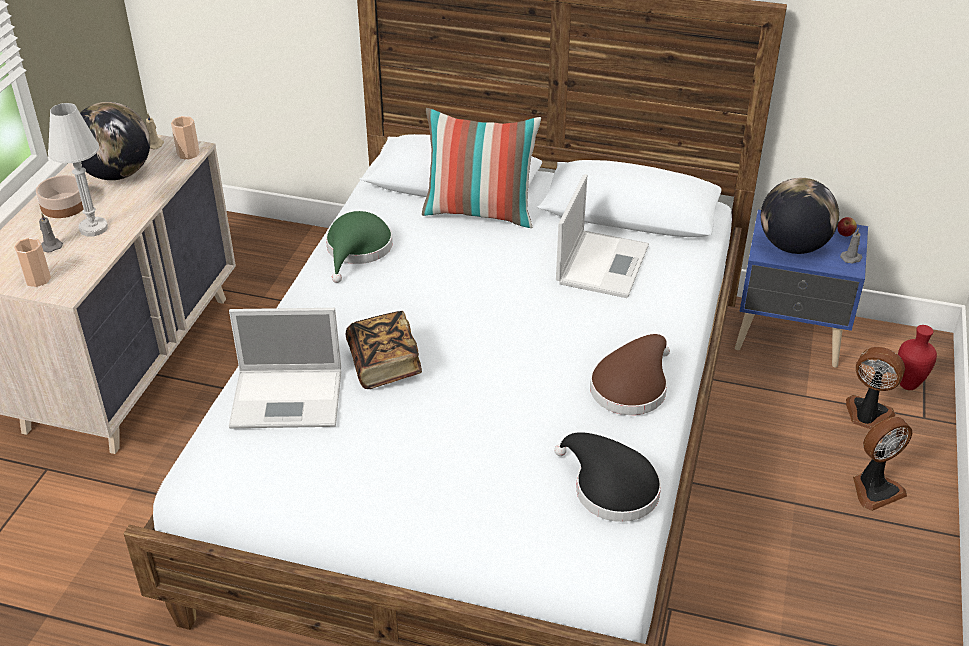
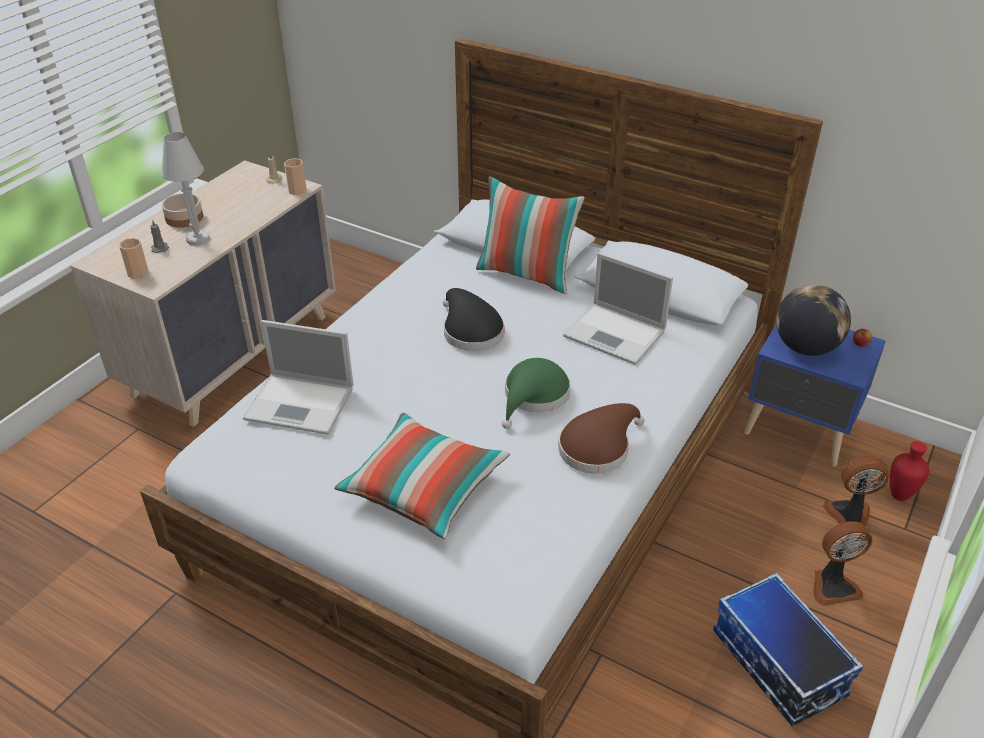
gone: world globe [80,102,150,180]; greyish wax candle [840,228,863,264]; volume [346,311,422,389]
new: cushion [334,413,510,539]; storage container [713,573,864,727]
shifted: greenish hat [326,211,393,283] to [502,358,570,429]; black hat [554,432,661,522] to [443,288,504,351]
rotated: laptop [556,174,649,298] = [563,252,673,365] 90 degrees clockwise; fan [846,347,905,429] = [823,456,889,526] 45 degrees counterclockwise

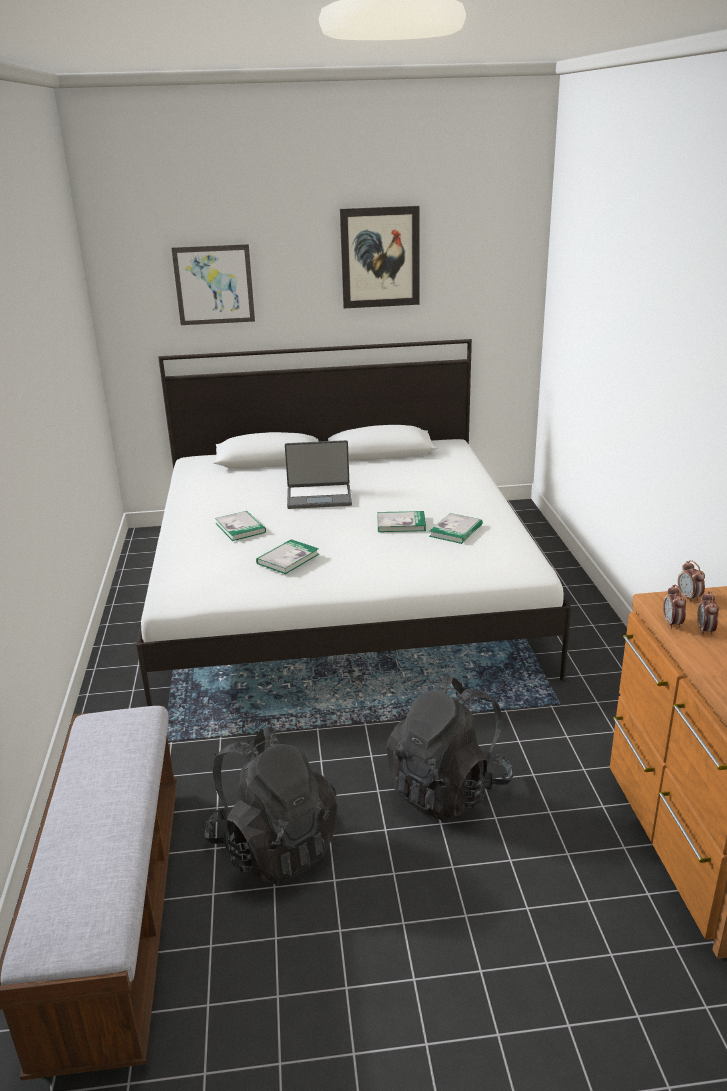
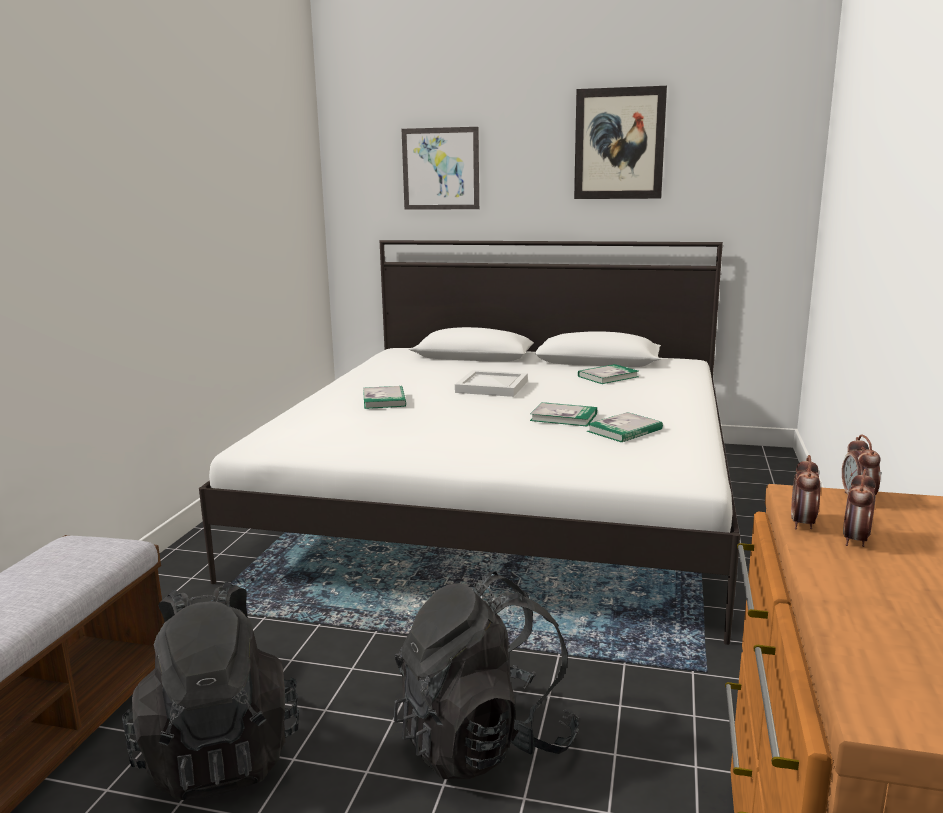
shifted: volume [256,539,319,574] to [578,364,639,384]
swapped: laptop [285,440,352,509] to white carrying tray [455,370,528,397]

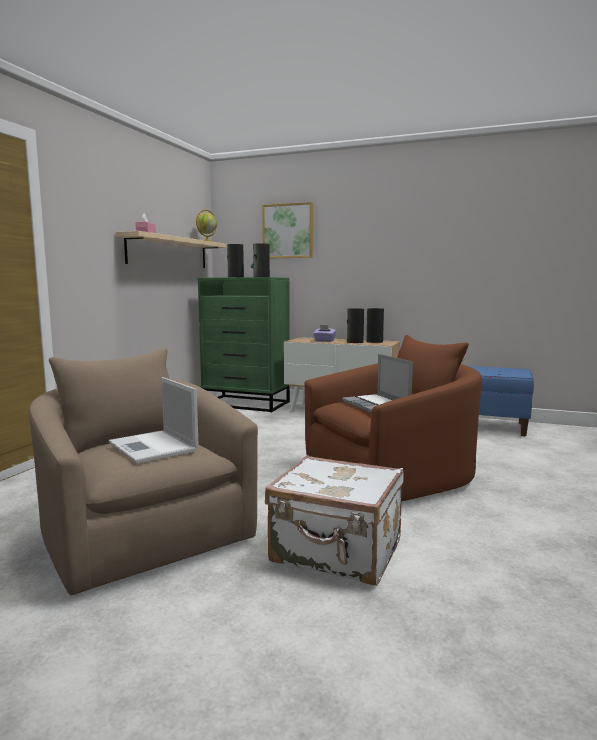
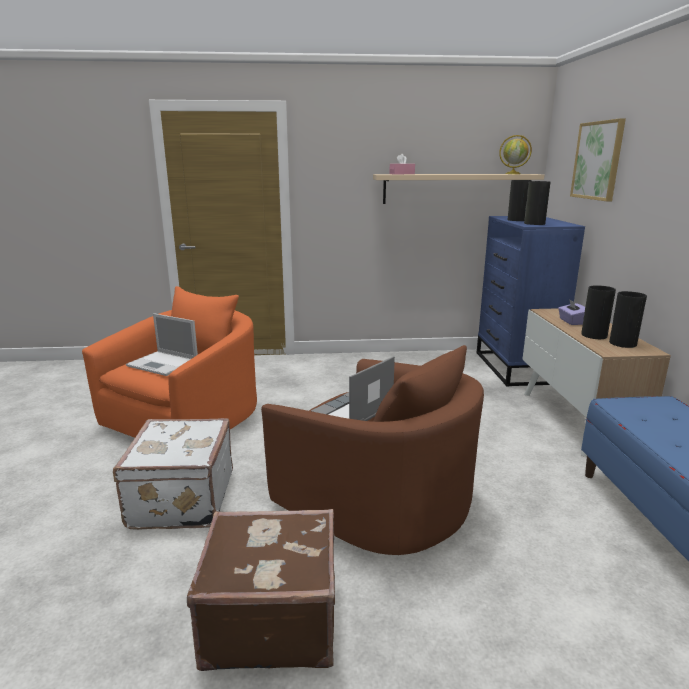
new: brown-coloured suitcase [187,509,335,671]
repainted: greenish chest of drawers [197,277,290,412] to bluish chest of drawers [477,216,585,387]; sand-coloured armchair [29,348,258,595] to orangey armchair [82,286,257,438]
rotated: laptop [109,377,199,464] = [126,313,198,376] 90 degrees counterclockwise

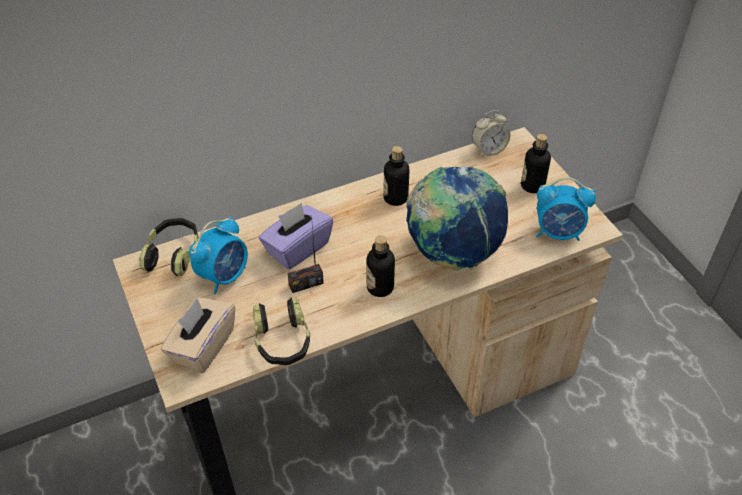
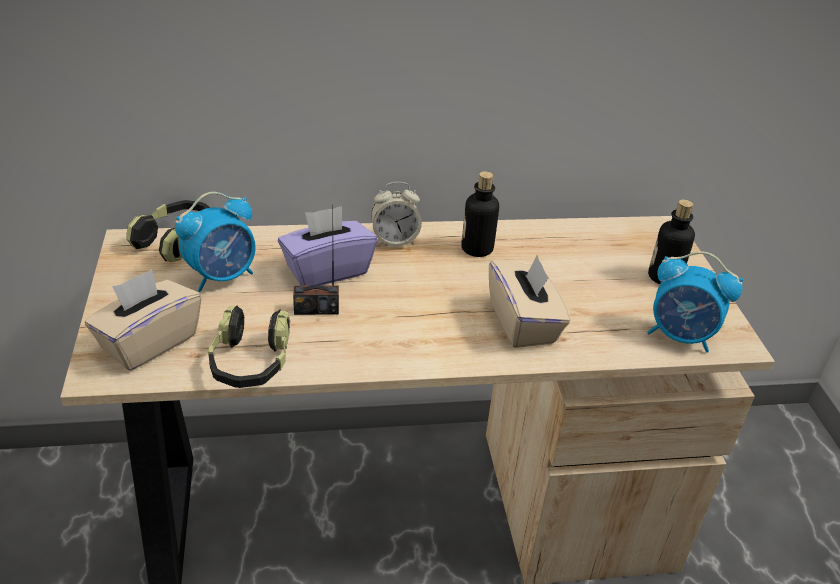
gone: beverage bottle [366,235,395,297]
shifted: table clock [472,110,511,157] to [371,182,422,247]
swapped: world globe [406,166,508,270] to sand-coloured tissue holder [489,254,571,348]

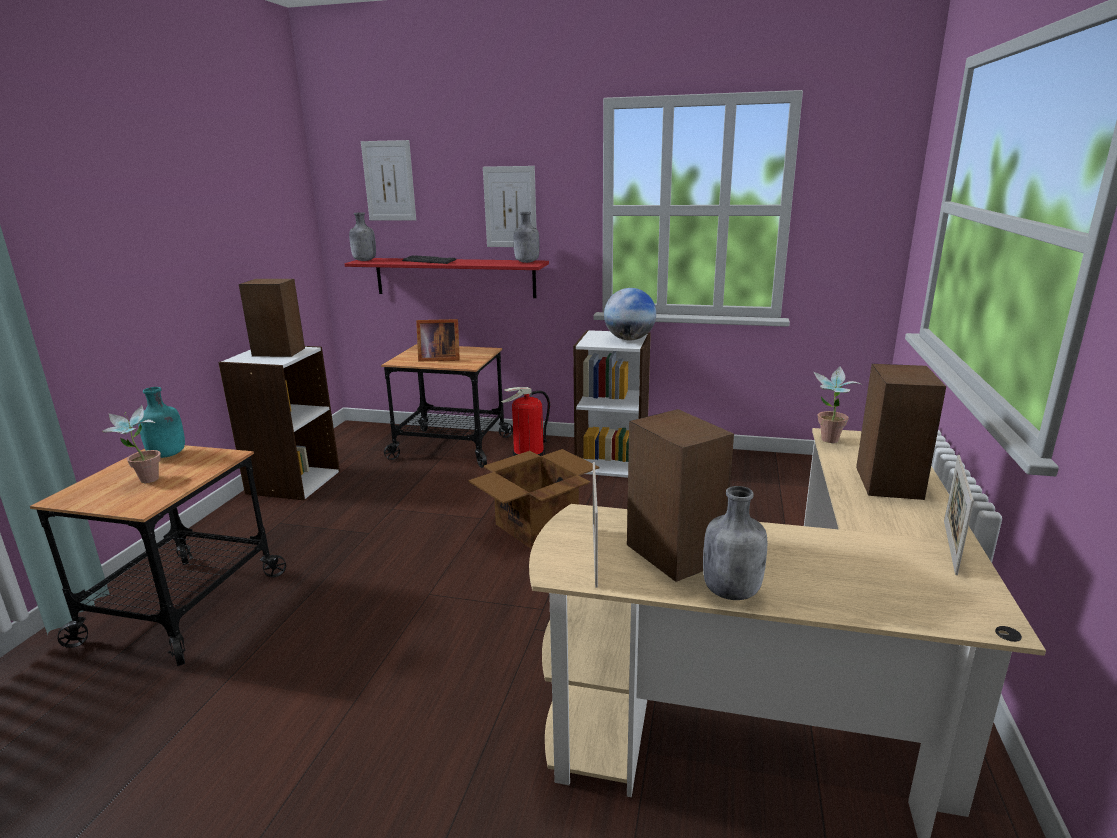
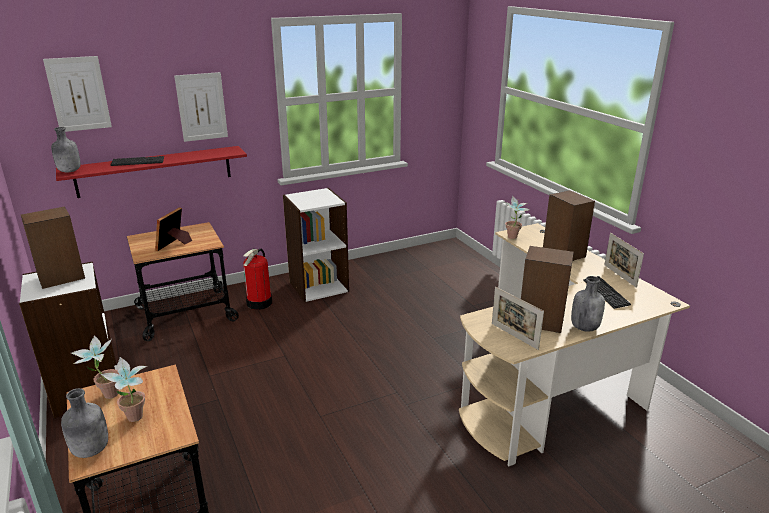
gone: world globe [604,288,656,340]; packing box [469,449,600,549]
new: computer keyboard [583,276,631,309]
shifted: greyish beverage bottle [513,212,540,263] to [61,388,108,458]
swapped: blue-green beverage bottle [138,387,185,458] to potted plant [71,336,120,399]
rotated: picture frame [416,319,460,362] = [155,207,192,251] 150 degrees clockwise

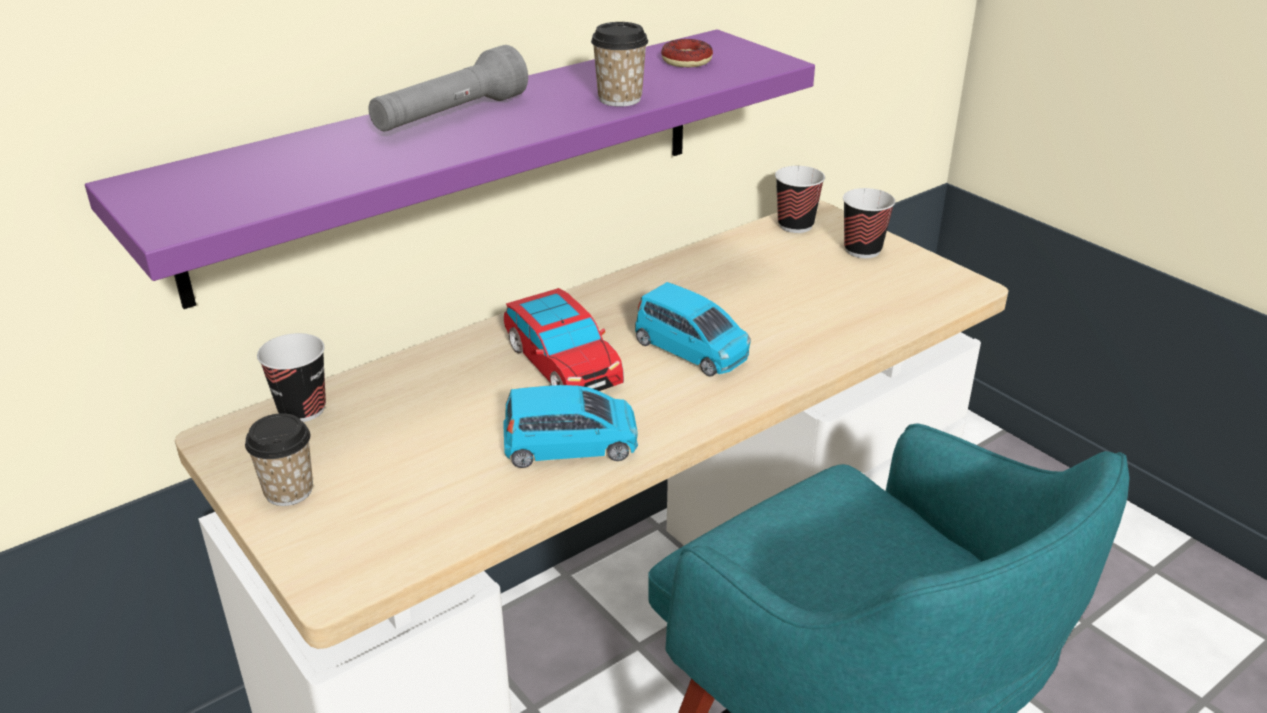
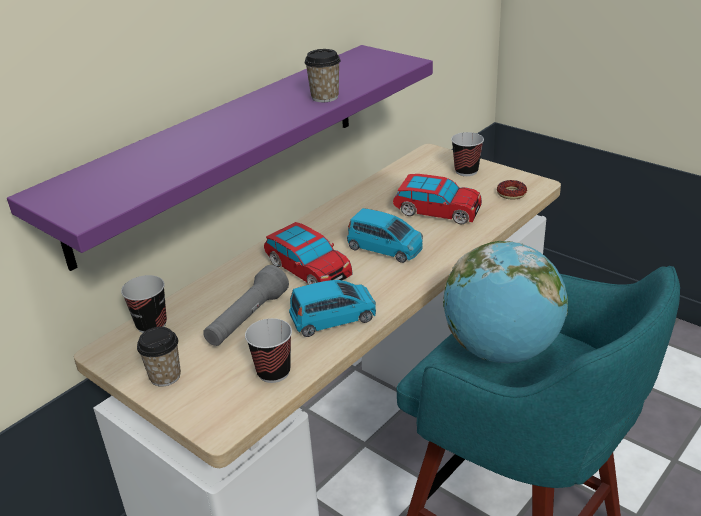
new: model car [393,174,482,224]; world globe [443,241,568,363]
shifted: ring doughnut [661,39,713,67] to [497,180,527,200]; greyish hand torch [368,45,528,131] to [203,265,289,346]; small cup [775,166,825,233] to [245,318,292,383]

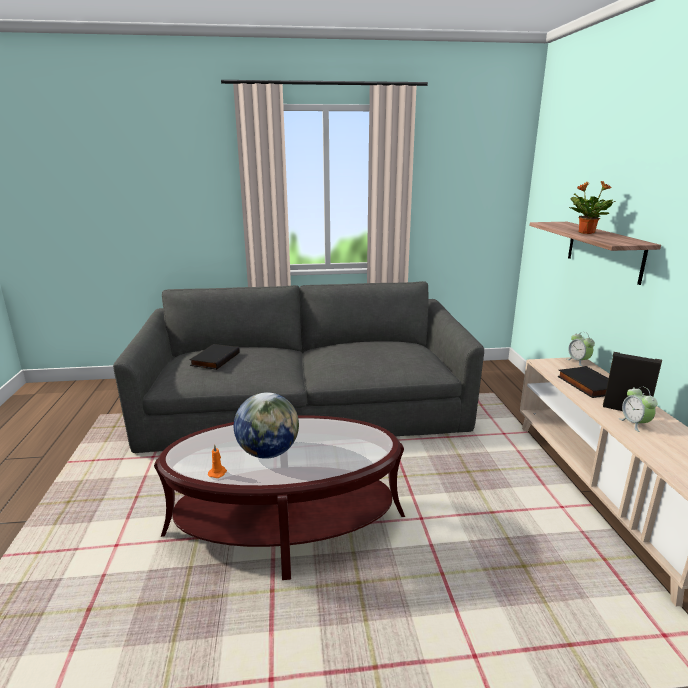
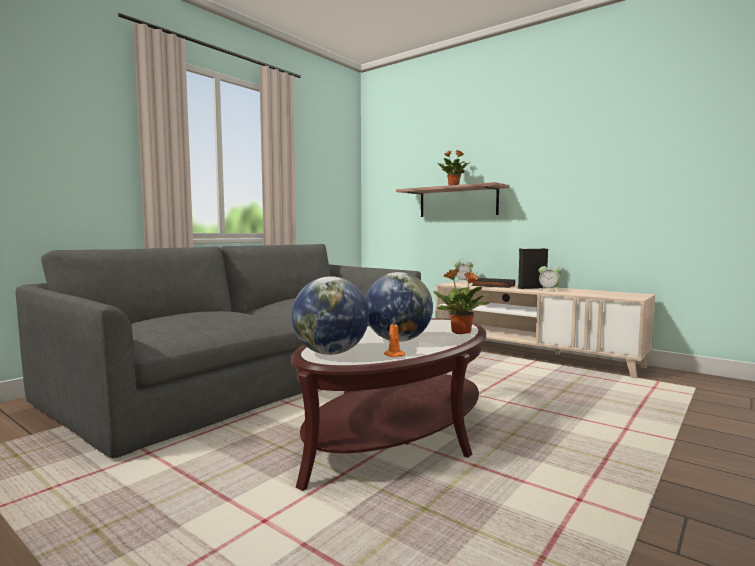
gone: black volume [189,344,240,370]
new: potted plant [433,269,491,334]; world globe [292,276,369,355]

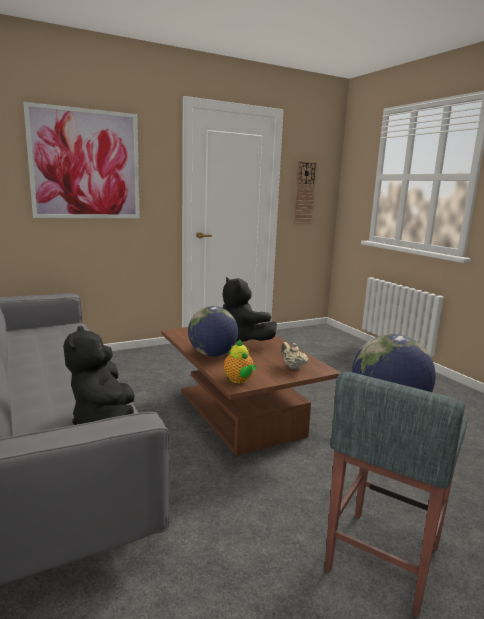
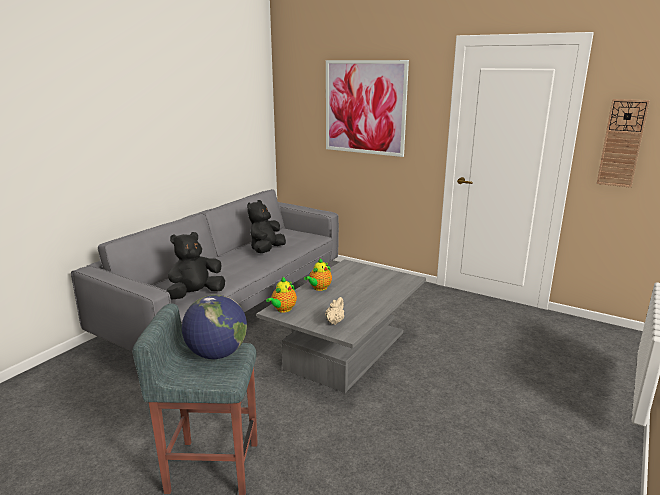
shifted: black soft toy [222,277,277,342] to [247,200,286,253]
swapped: world globe [188,306,238,357] to teapot [304,258,332,291]
repainted: brown-coloured low table [161,327,340,456] to greyish low table [257,259,426,393]

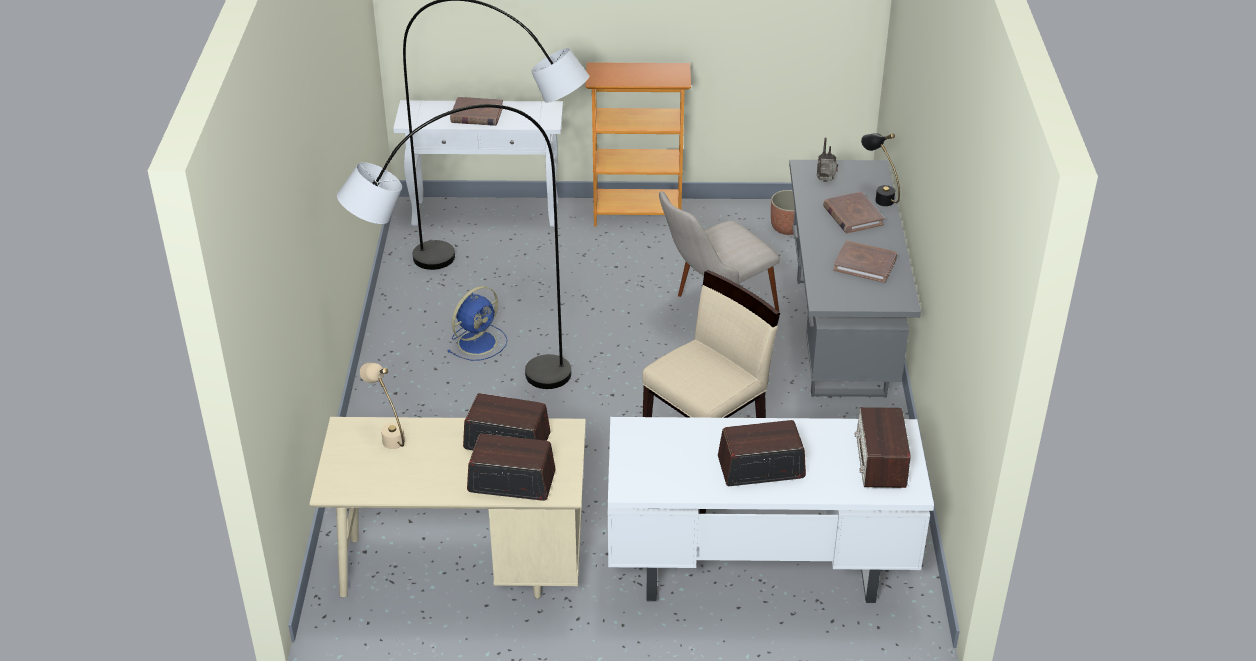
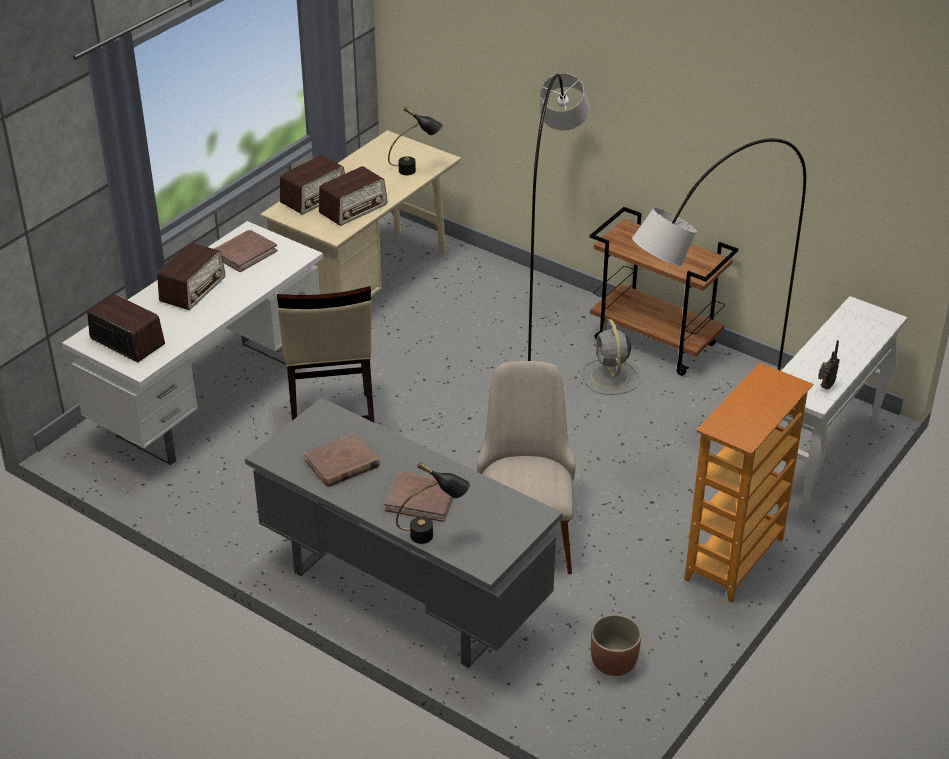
new: brown-coloured trolley [590,207,739,376]
shifted: brown-coloured volume [450,97,503,126] to [214,230,278,272]; radio receiver [817,138,838,182] to [818,340,839,390]
repainted: bluish fan [447,286,507,361] to greyish fan [582,319,640,395]; sand-coloured lamp for a table [360,363,405,449] to black lamp for a table [388,107,443,175]

